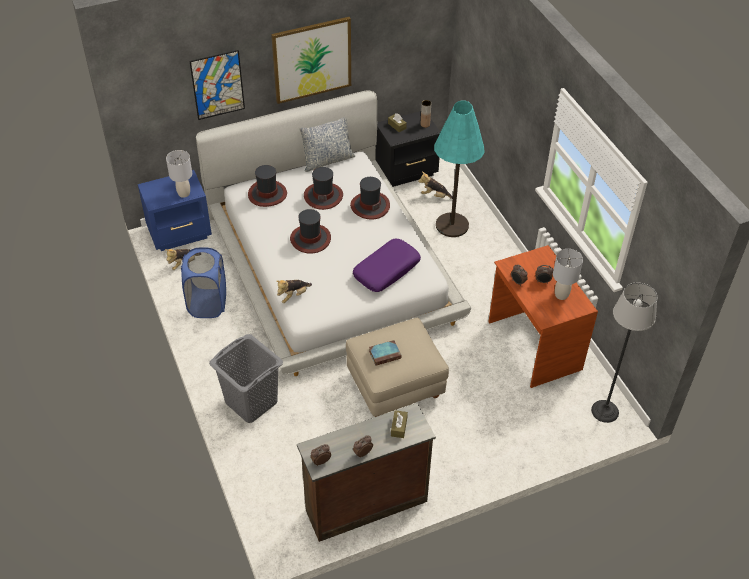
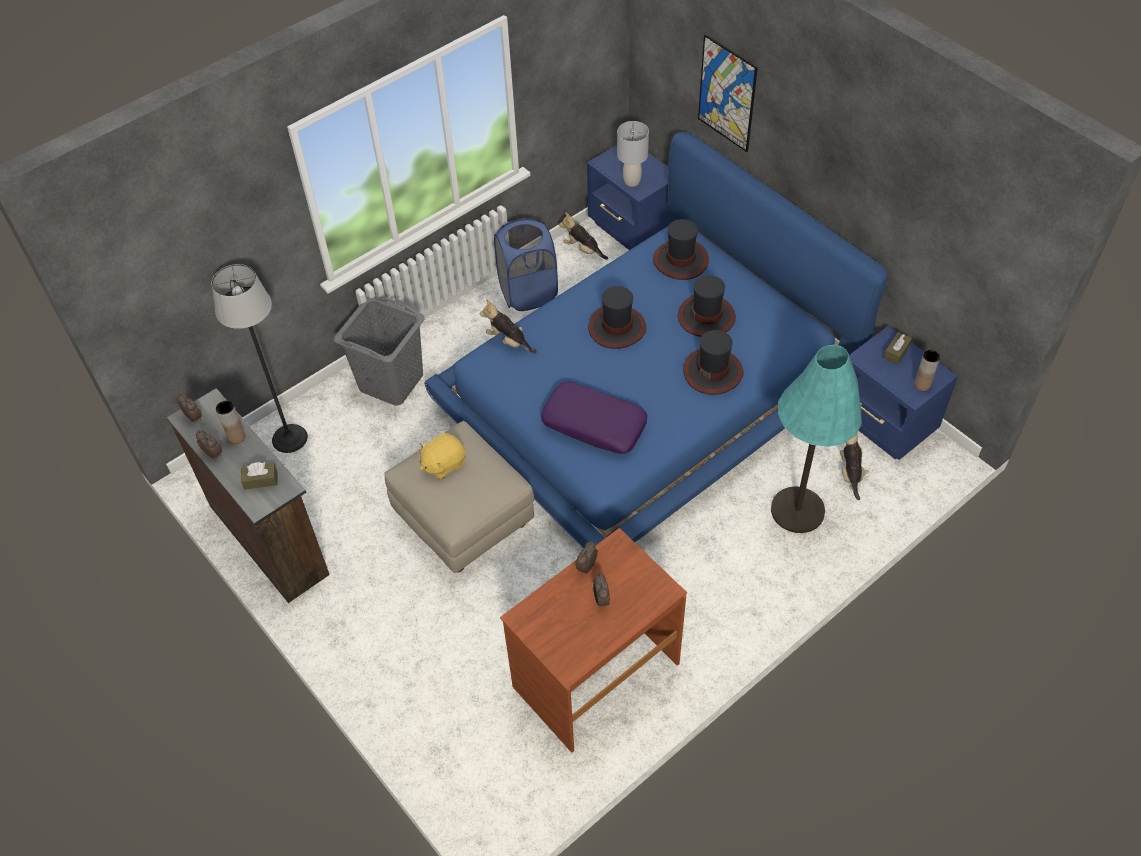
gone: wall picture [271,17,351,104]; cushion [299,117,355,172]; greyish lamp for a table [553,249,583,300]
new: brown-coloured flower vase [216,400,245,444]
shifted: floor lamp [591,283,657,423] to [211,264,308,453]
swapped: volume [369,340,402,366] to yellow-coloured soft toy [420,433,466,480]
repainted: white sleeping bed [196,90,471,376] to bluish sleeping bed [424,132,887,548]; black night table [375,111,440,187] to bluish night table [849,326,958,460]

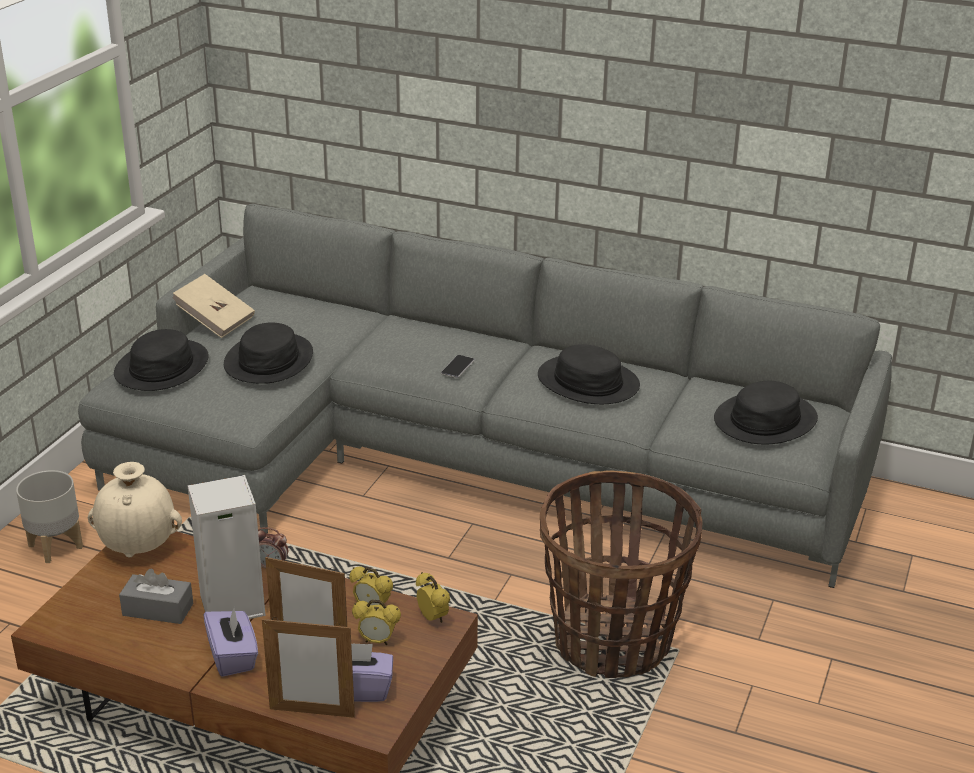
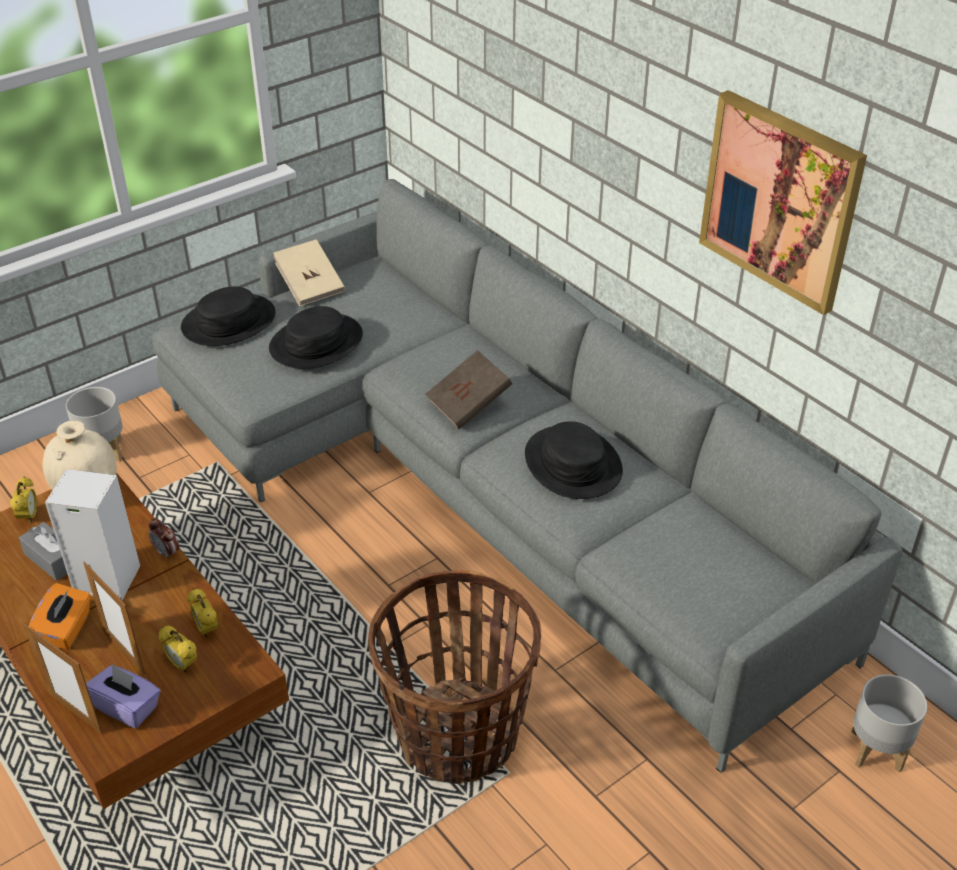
gone: black hat [714,381,818,444]
new: wall picture [699,90,867,315]; greyish flower pot [852,674,927,772]
shifted: table clock [416,572,450,623] to [10,477,37,523]
swapped: phone [441,355,475,378] to brown-coloured volume [425,350,512,429]
repainted: purple-coloured tissue holder [203,605,258,677] to orangey tissue holder [29,583,91,650]

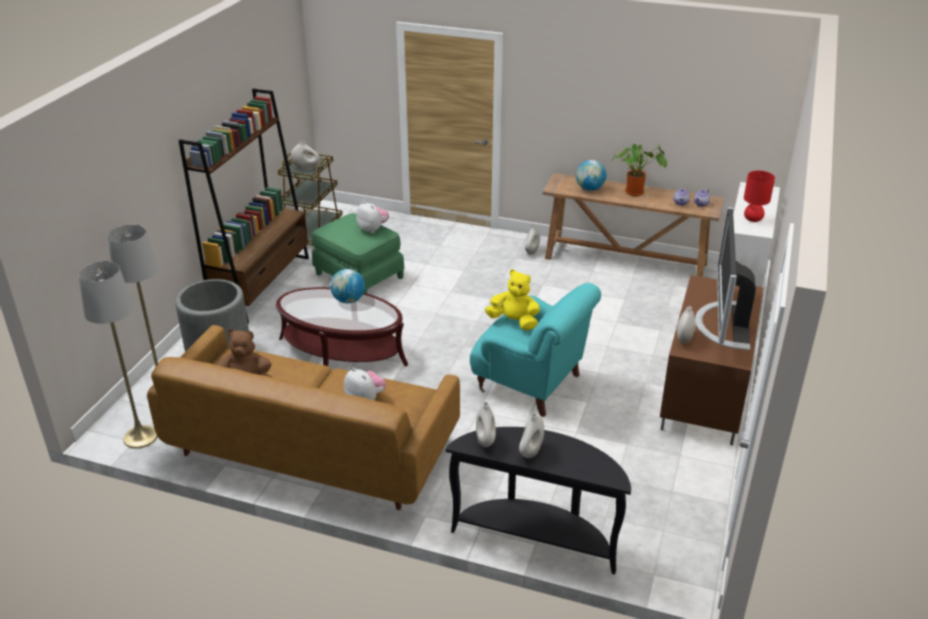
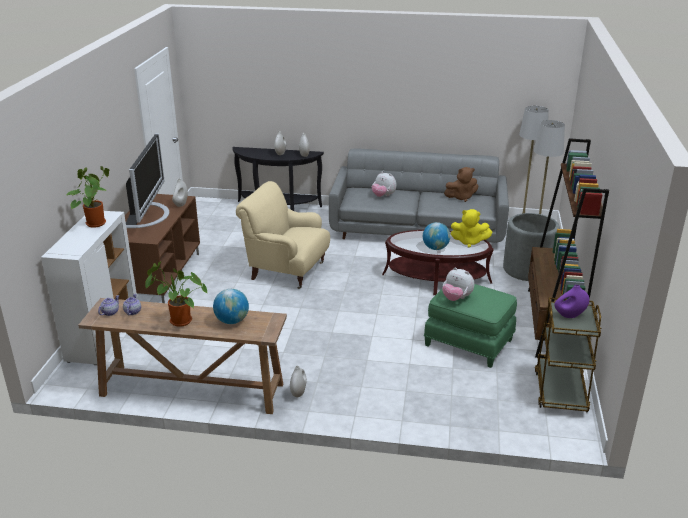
shifted: yellow-coloured soft toy [485,269,540,330] to [451,209,493,247]
swapped: red-coloured lamp for a table [744,170,775,222] to potted plant [66,166,110,228]
repainted: white flower vase [291,141,320,171] to purple-coloured flower vase [554,285,589,318]; blue-green armchair [470,283,601,417] to sand-coloured armchair [236,181,330,289]; brown-coloured settee [147,325,460,510] to greyish settee [329,149,509,243]

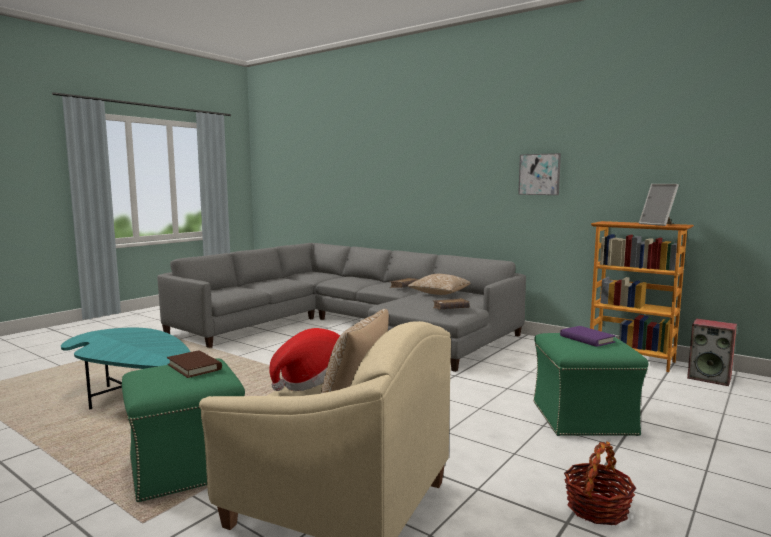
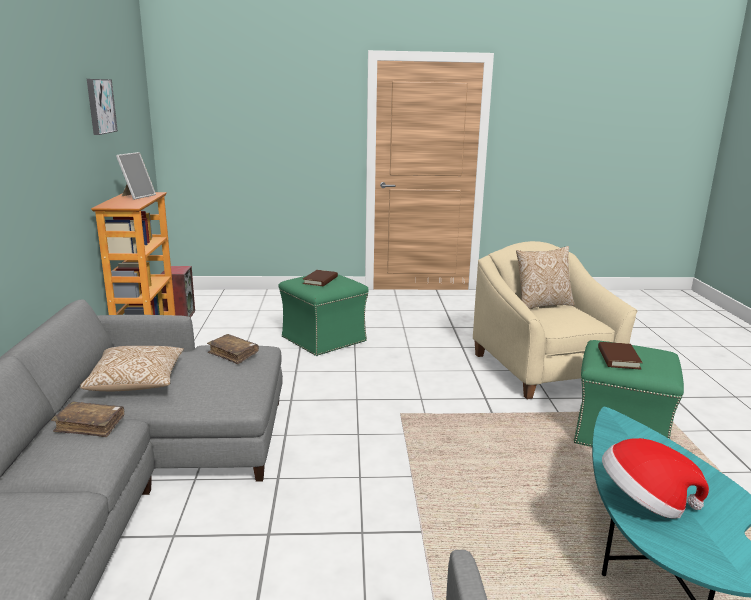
gone: basket [564,442,637,525]
shifted: wall picture [518,153,561,195] to [87,79,118,135]; hat [269,328,340,391] to [602,438,709,519]
repainted: purple-coloured volume [560,326,616,347] to brown-coloured volume [303,270,338,286]

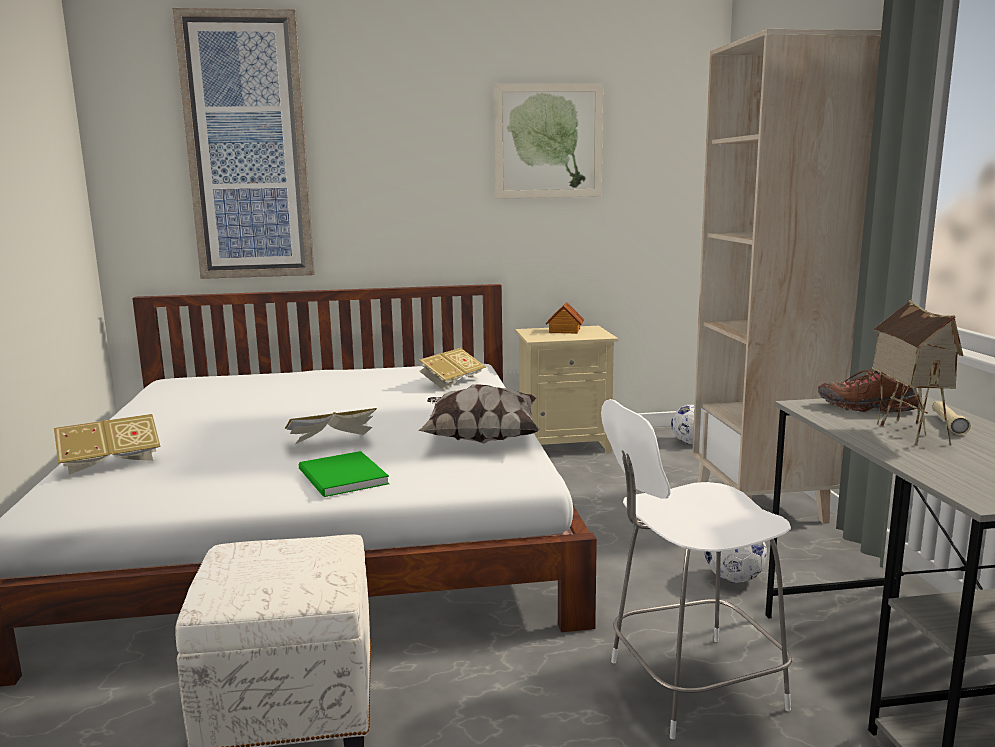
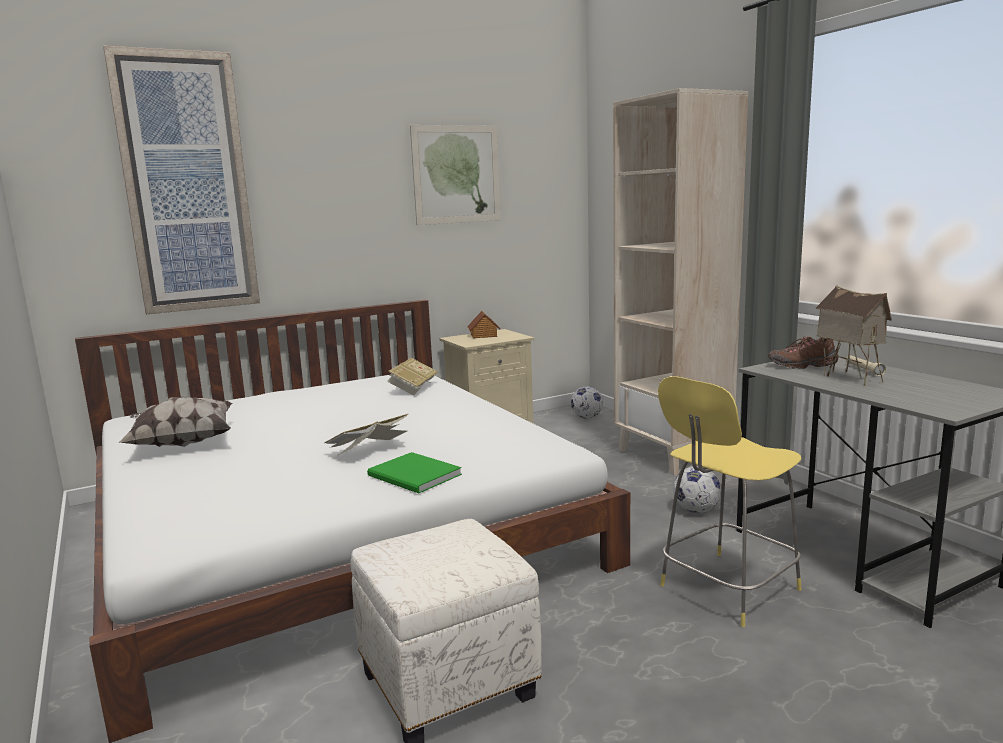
gone: volume [54,414,160,475]
shifted: cushion [418,384,540,444] to [118,397,232,447]
repainted: white stool seat [601,399,792,739] to yellow-coloured stool seat [658,376,801,627]

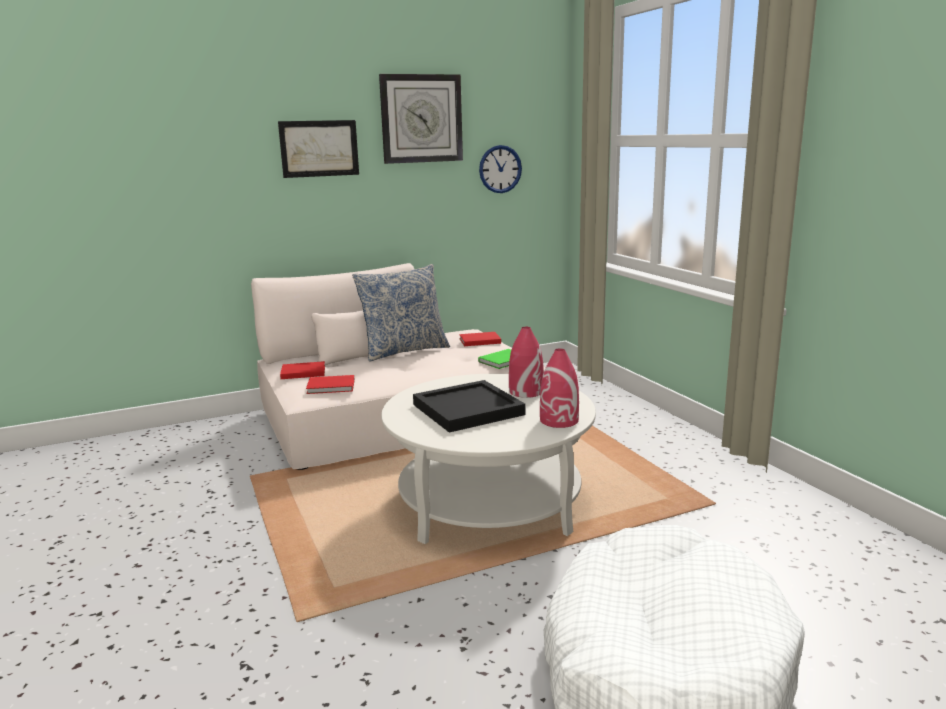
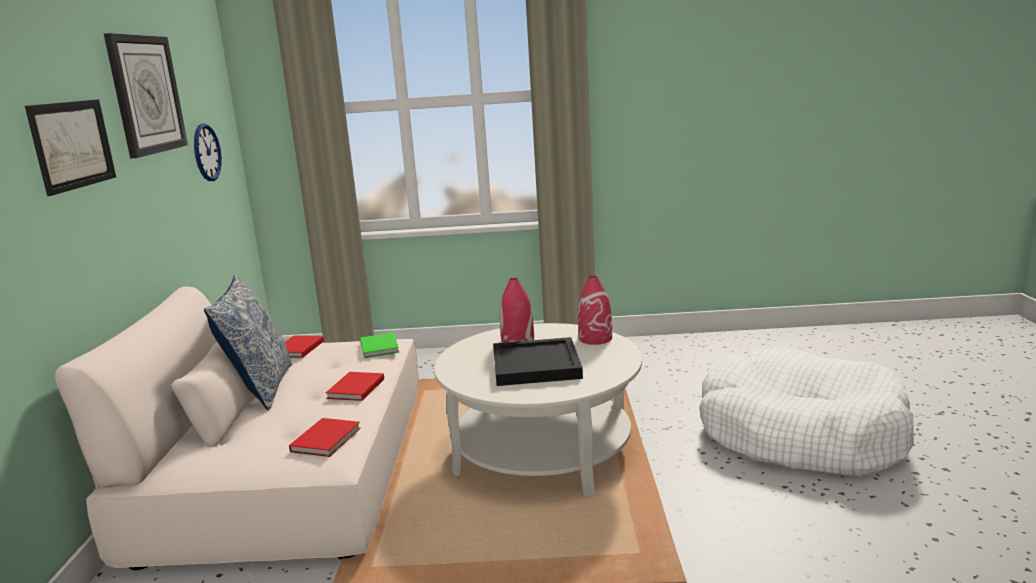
shifted: red-coloured volume [280,361,325,379] to [326,372,384,401]

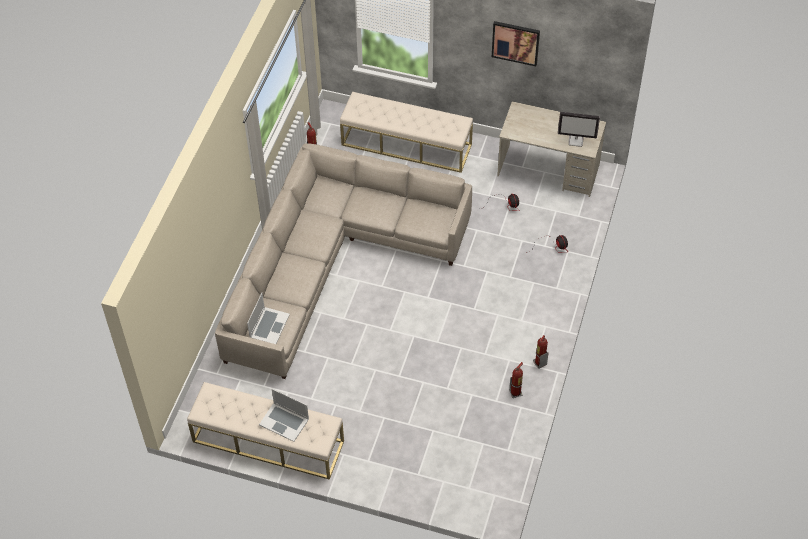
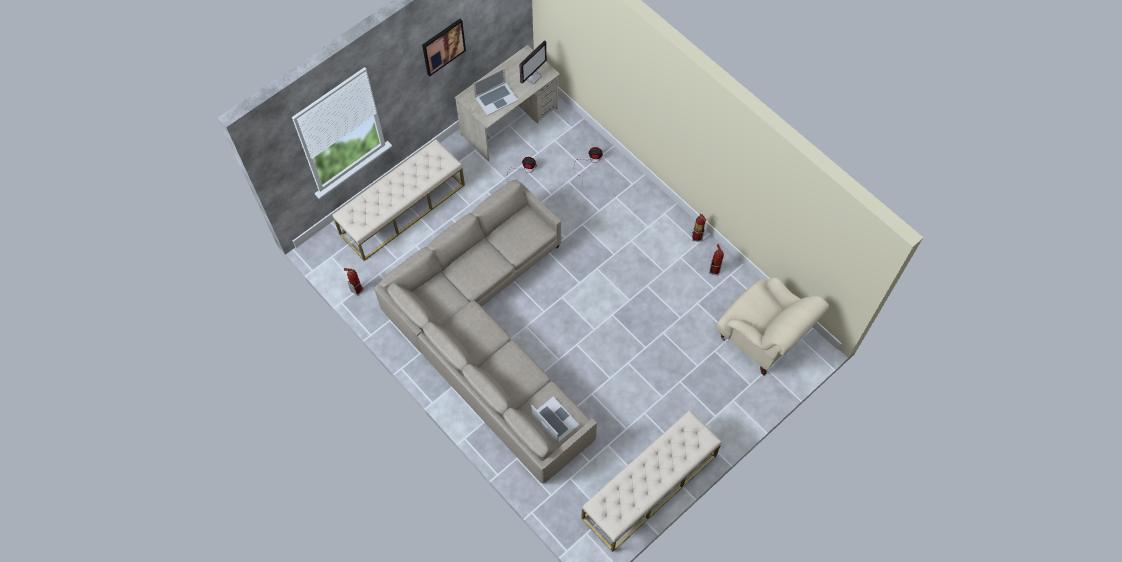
new: sand-coloured armchair [716,277,829,376]
shifted: laptop [259,389,309,442] to [473,68,518,116]

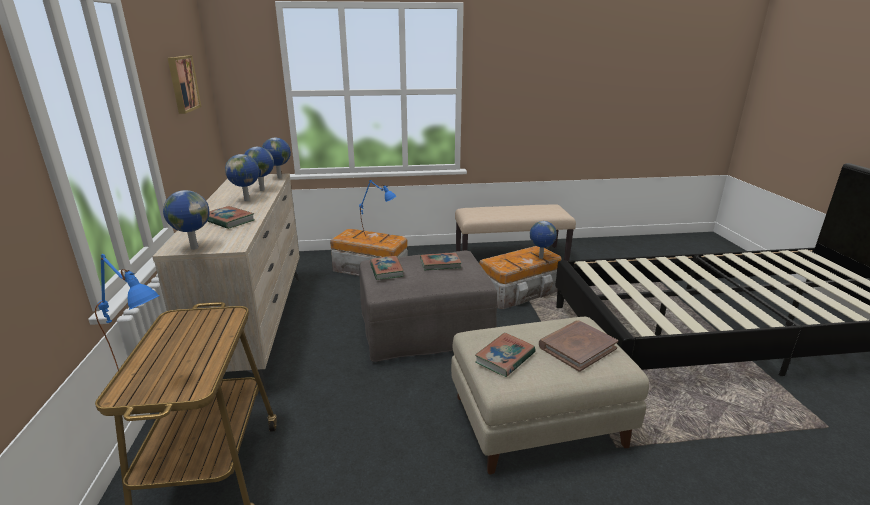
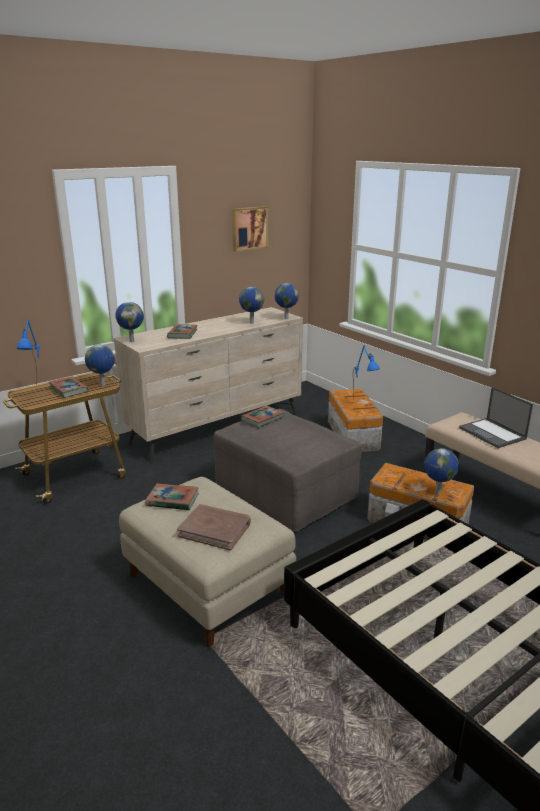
new: laptop [459,387,533,448]
shifted: world globe [225,154,259,201] to [85,345,115,386]; volume [420,252,461,270] to [49,376,89,398]

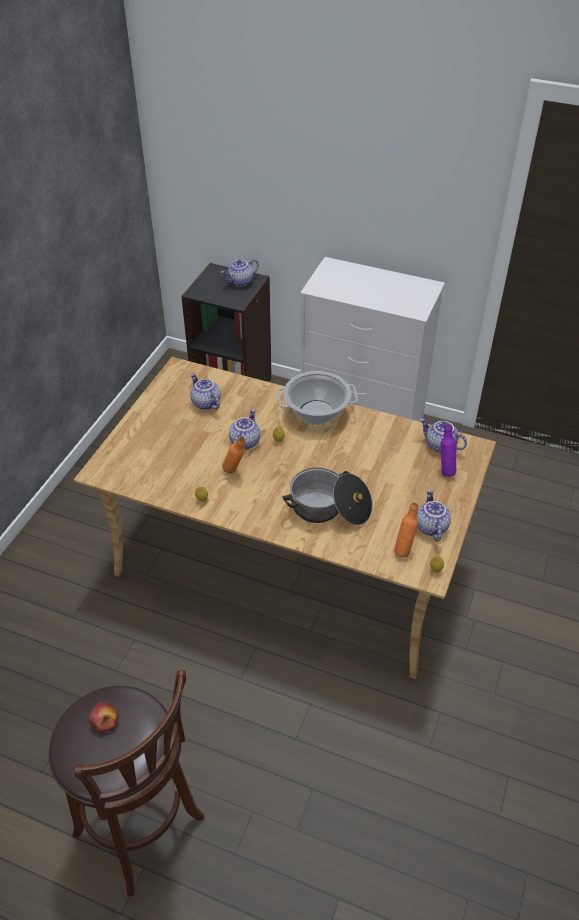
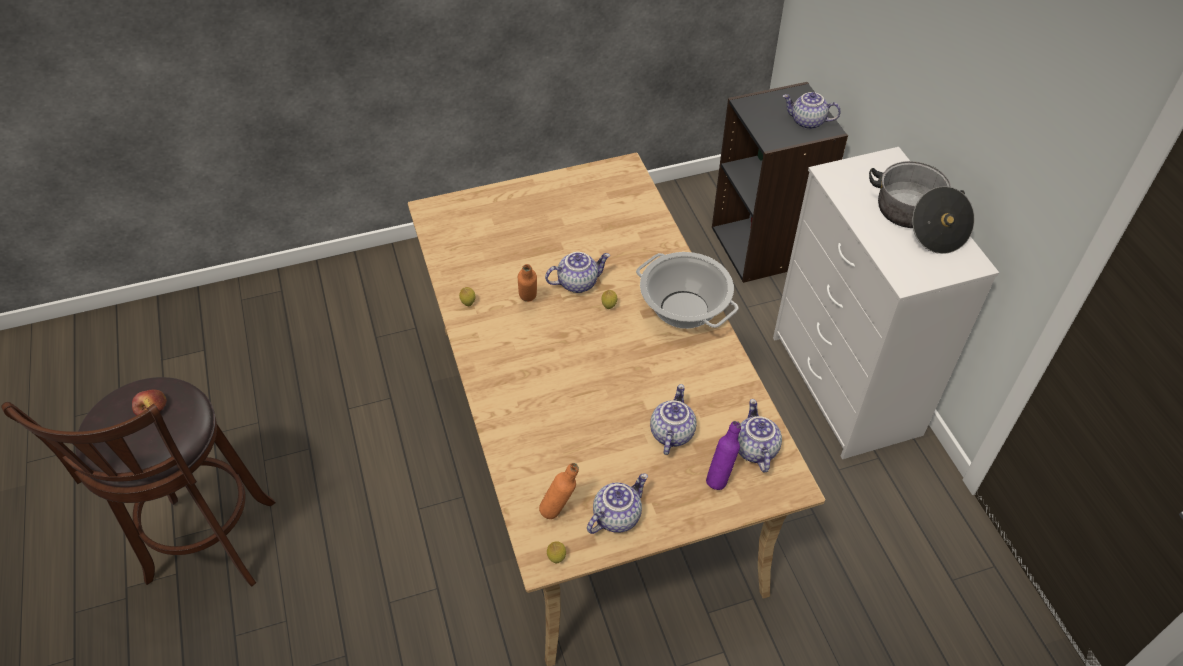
shifted: teapot [190,373,220,410] to [650,384,696,455]; stockpot [282,468,372,525] to [869,161,975,254]

